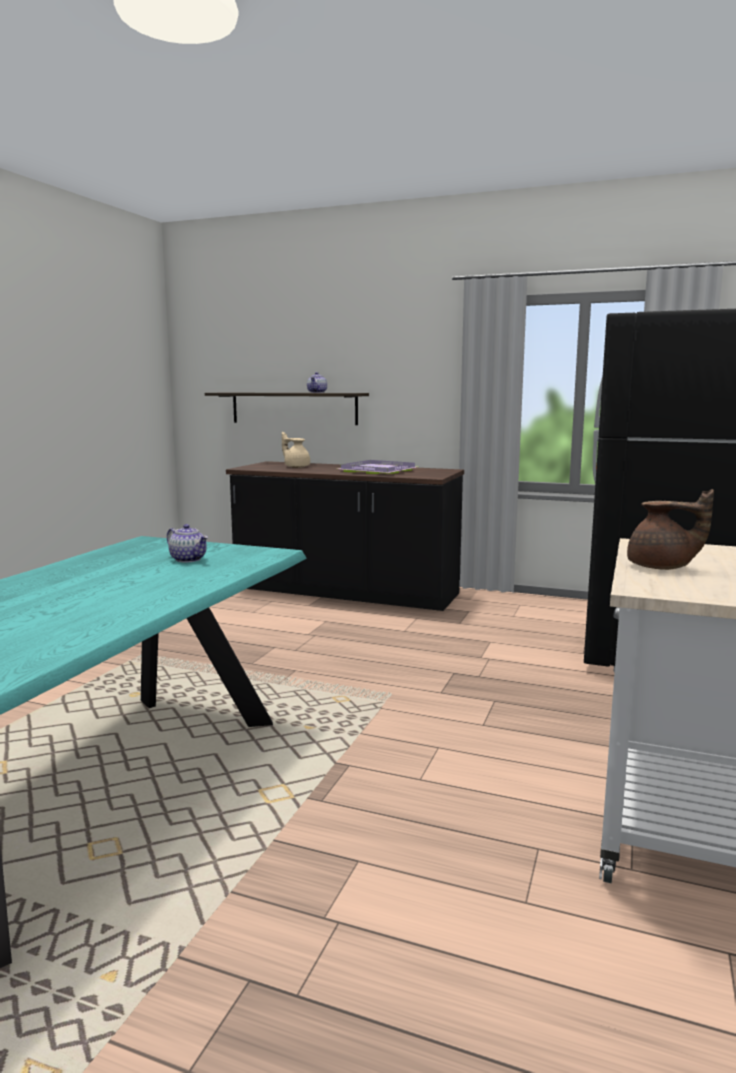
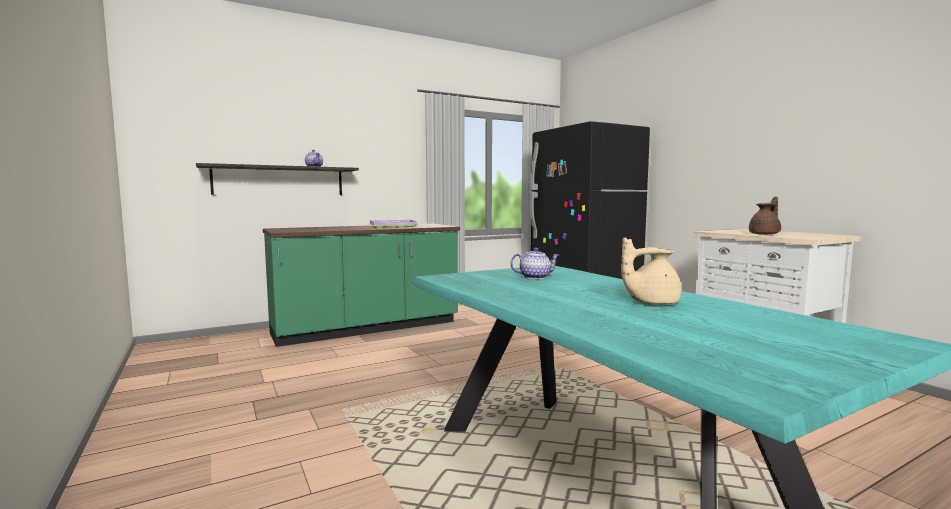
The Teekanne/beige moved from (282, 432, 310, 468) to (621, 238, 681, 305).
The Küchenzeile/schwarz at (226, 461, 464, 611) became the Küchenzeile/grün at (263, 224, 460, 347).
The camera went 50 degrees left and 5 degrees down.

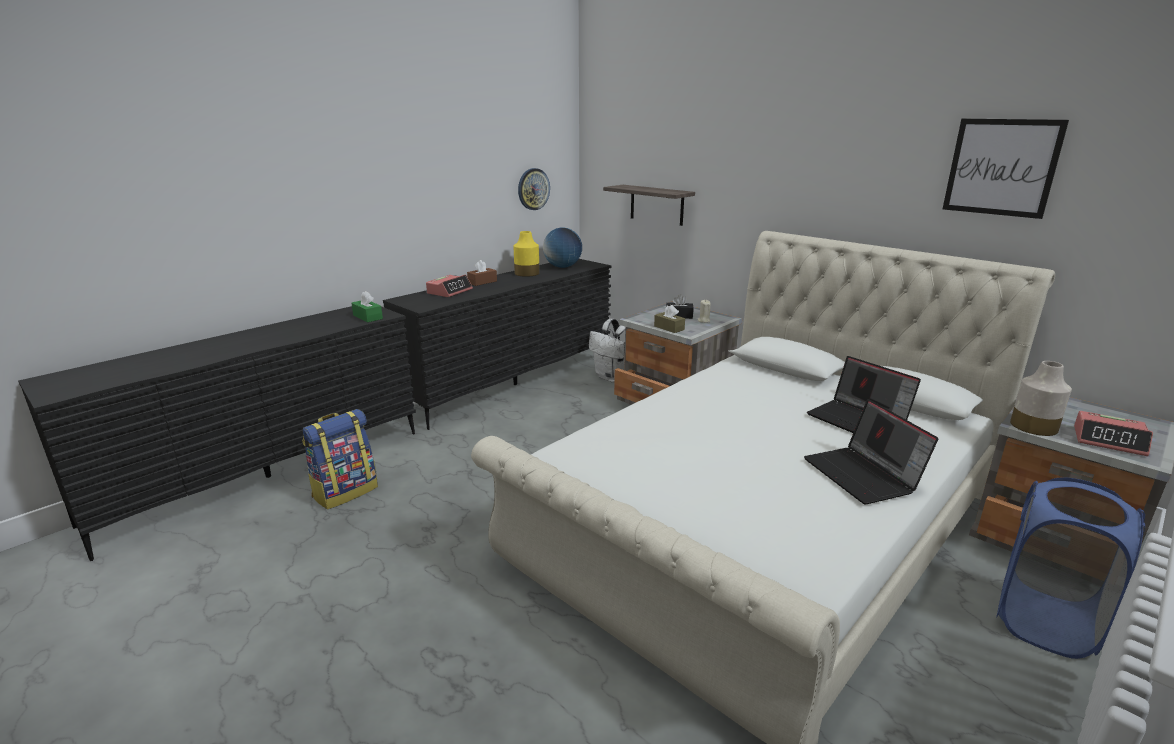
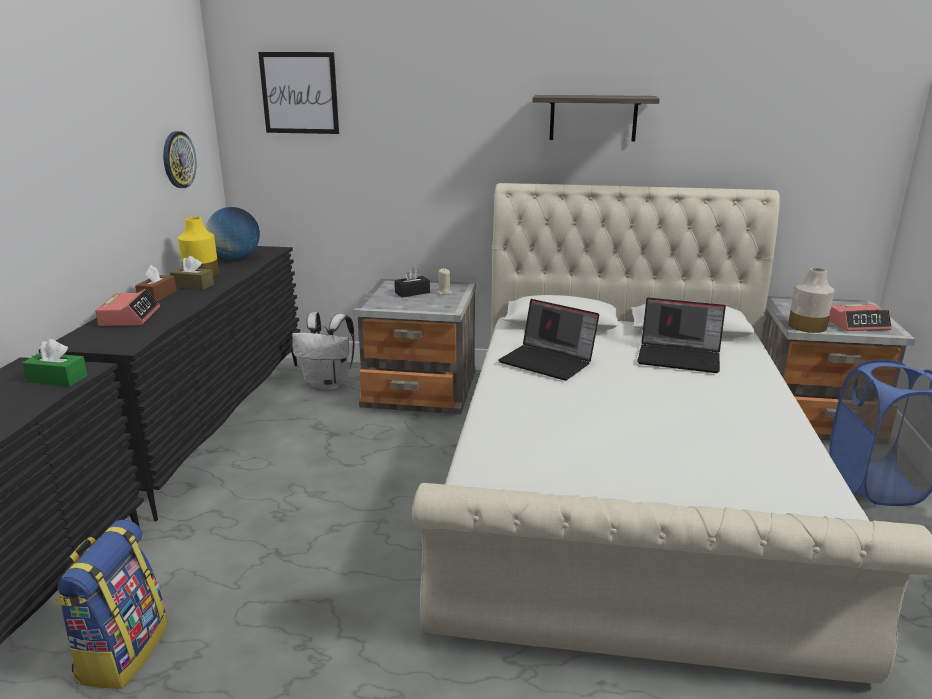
The Wandregal moved from (603, 185, 695, 226) to (532, 95, 660, 141).
The Taschentuchbox/braun moved from (654, 305, 685, 333) to (170, 256, 214, 290).
The Laptop moved from (804, 399, 938, 504) to (498, 299, 599, 380).
The Bild moved from (943, 119, 1069, 219) to (258, 52, 339, 134).
The camera went 35 degrees left and 0 degrees up.

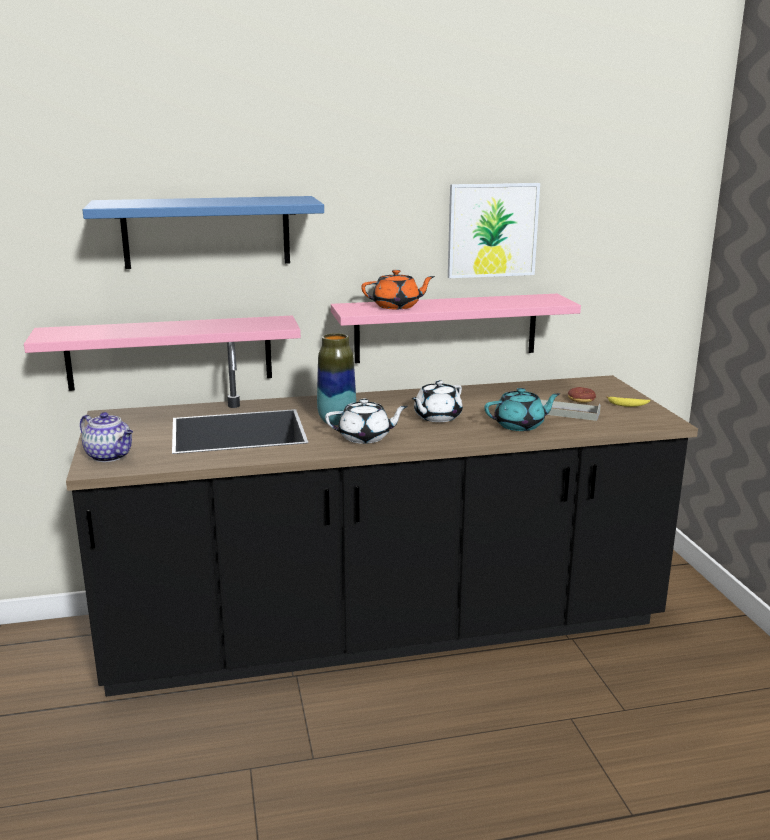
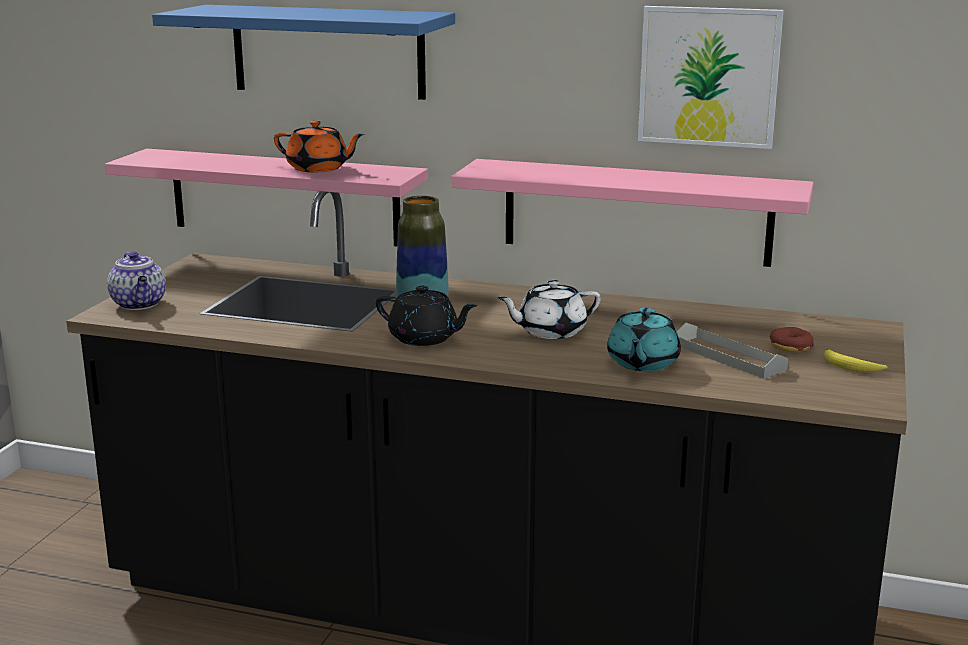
The Teekanne/orange moved from (361, 270, 435, 309) to (274, 120, 364, 172).
The Teekanne/weiß at (325, 399, 408, 444) became the Teekanne/schwarz at (376, 286, 477, 346).
The Teekanne/türkis at (484, 388, 560, 431) turned 90 degrees clockwise.
The camera went 30 degrees right and 0 degrees up.

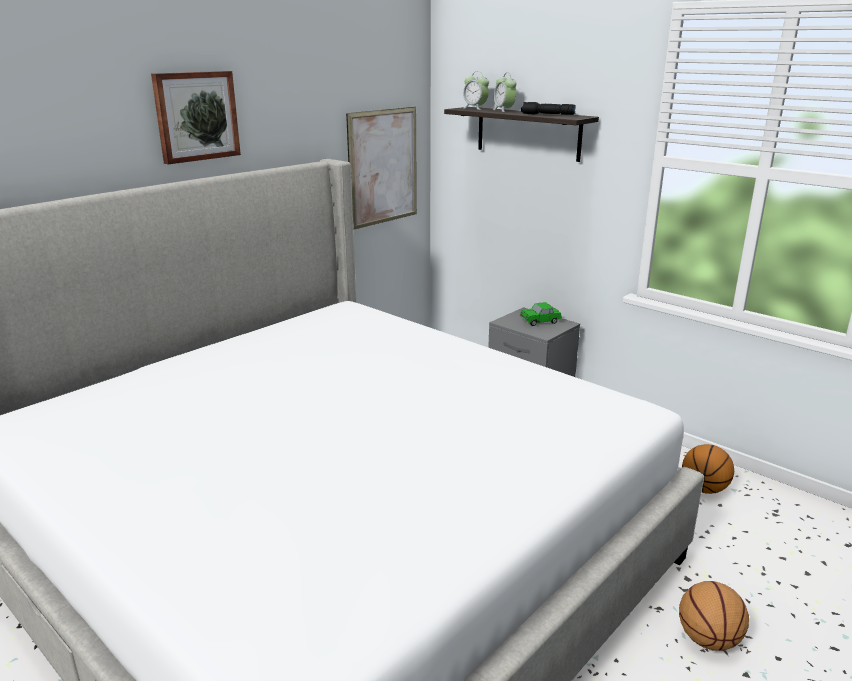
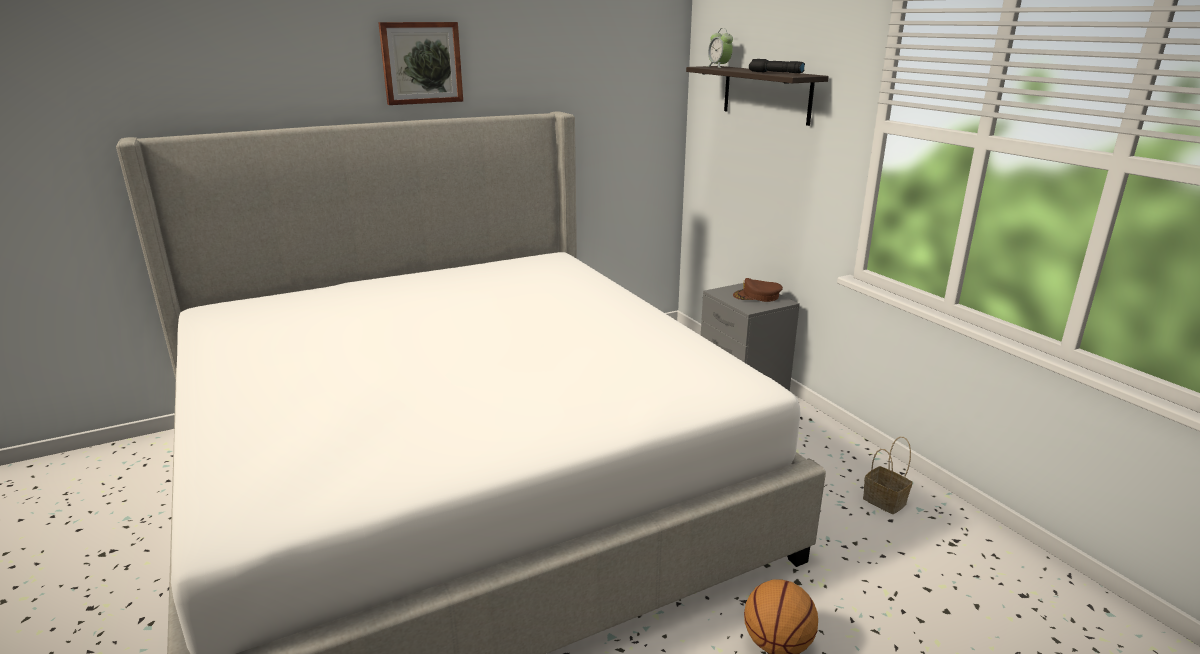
The Bild at (346, 107, 417, 230) disappeared.
The Wecker at (494, 73, 517, 112) disappeared.
The Spielzeugauto at (520, 302, 562, 326) was replaced by the Kappe/braun at (733, 278, 783, 302).
The Basketball at (682, 444, 734, 494) was replaced by the Korb at (863, 437, 912, 514).
The camera went 20 degrees right and 0 degrees up.

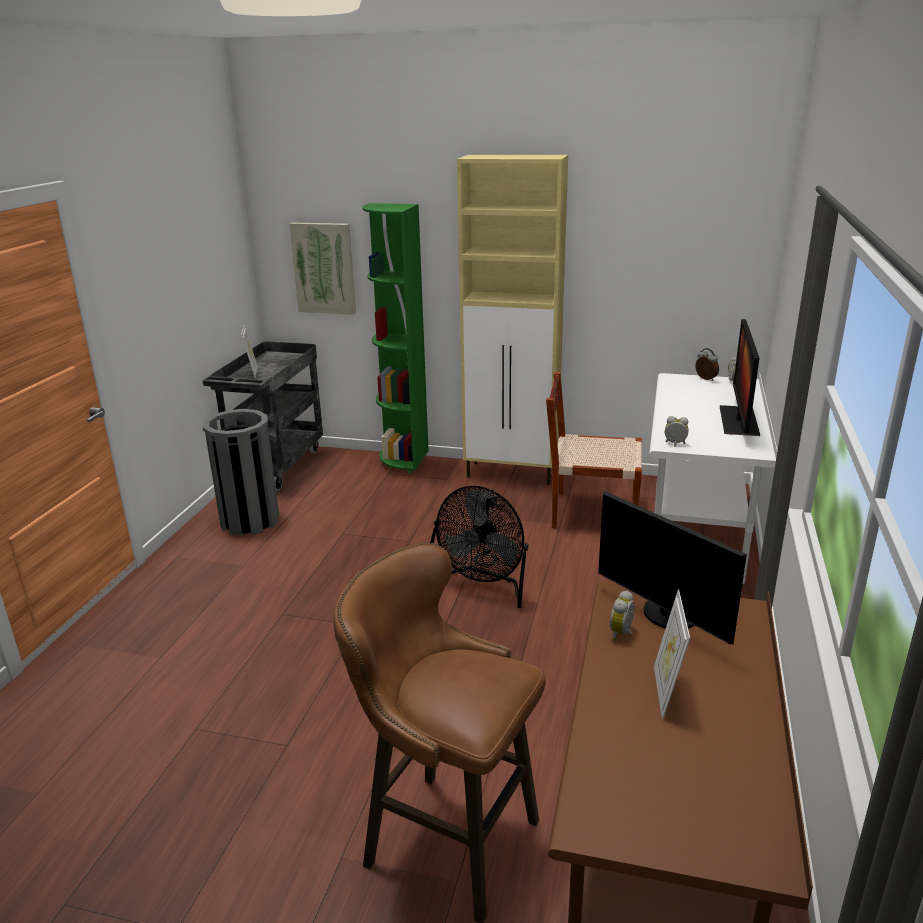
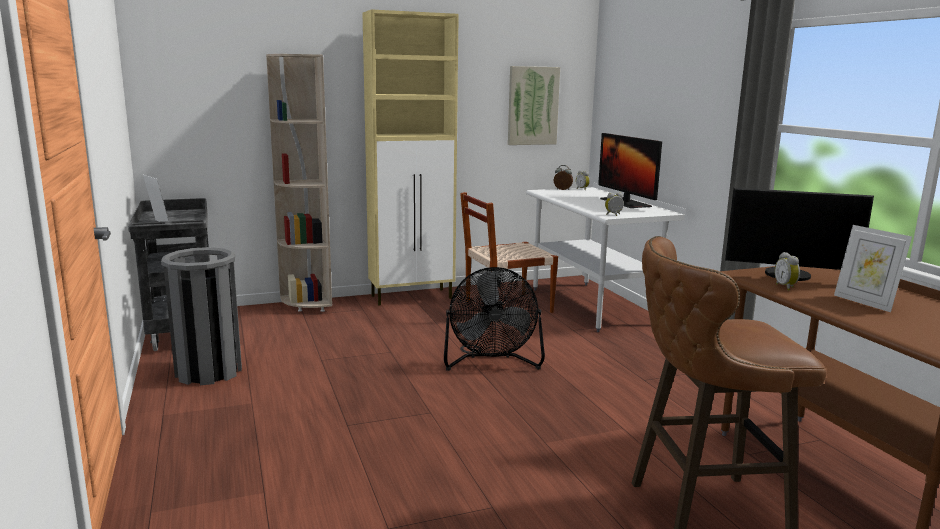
The Bild moved from (289, 223, 356, 315) to (508, 66, 560, 145).
The Bücherregal/grün at (362, 203, 428, 473) became the Bücherregal/beige at (266, 54, 332, 312).
The camera went 35 degrees left and 10 degrees down.

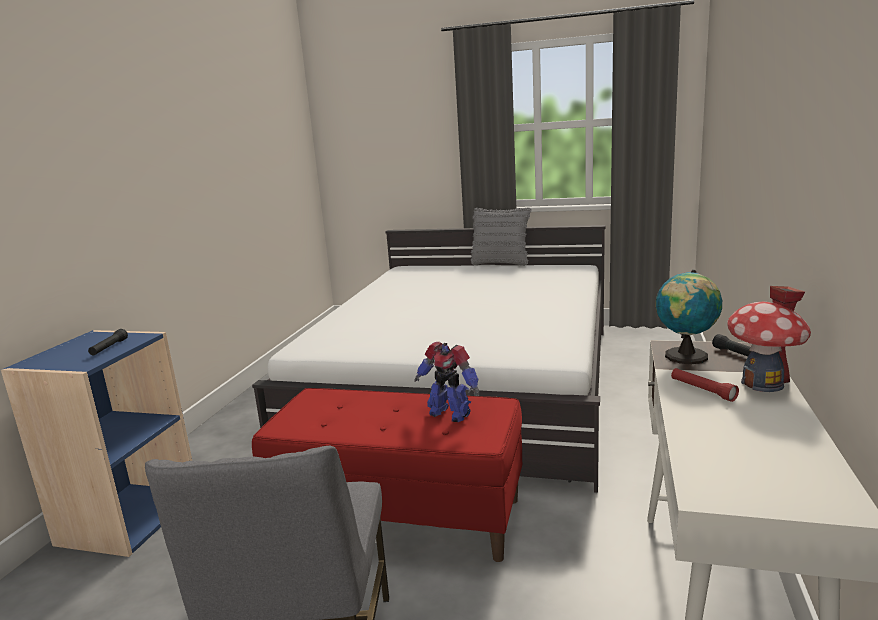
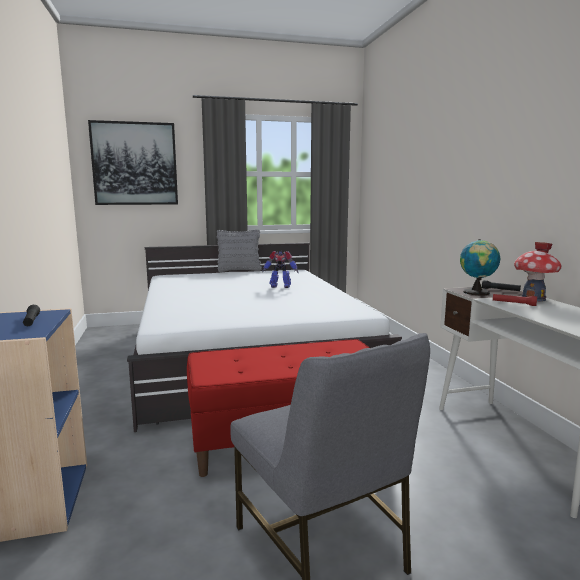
The Bild at (88, 120, 178, 205) appeared.
The Spielzeugroboter moved from (414, 341, 479, 422) to (262, 251, 299, 288).
The camera went 30 degrees left and 5 degrees down.

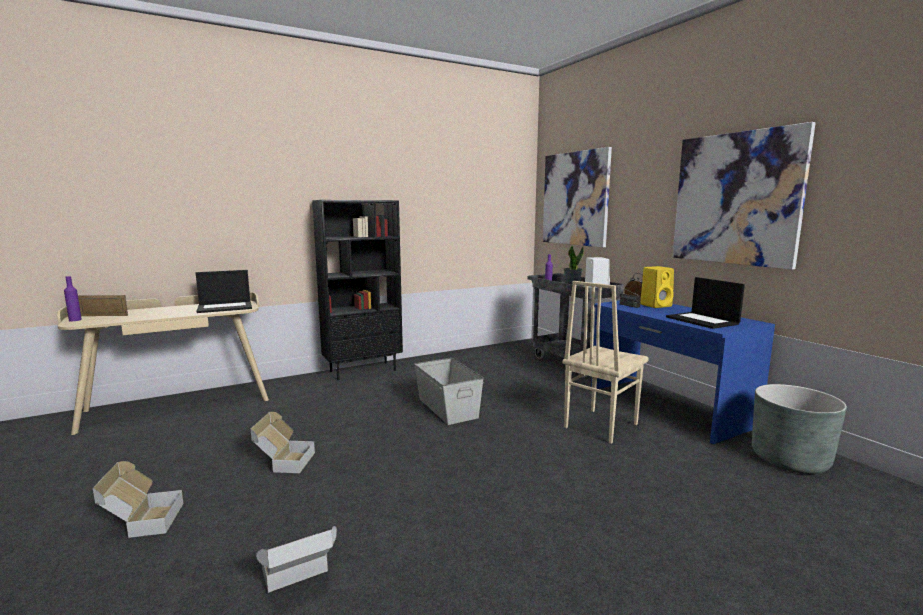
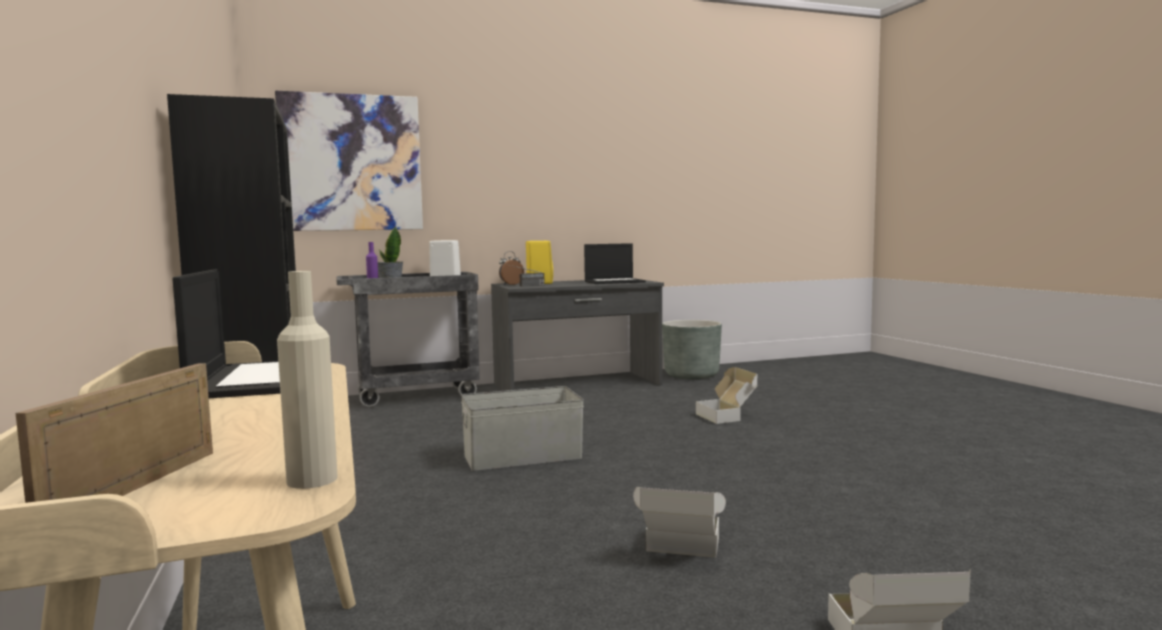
The Flasche/lila at (64, 276, 82, 321) disappeared.
The Stuhl/beige at (563, 281, 649, 444) disappeared.
The Bild at (673, 122, 816, 270) disappeared.
The Flasche/beige at (277, 271, 338, 489) appeared.
The Karton moved from (256, 526, 337, 593) to (696, 367, 757, 424).
The Schreibtisch/blau at (591, 301, 775, 444) became the Schreibtisch/grau at (491, 280, 664, 391).
The camera went 80 degrees left and 5 degrees down.

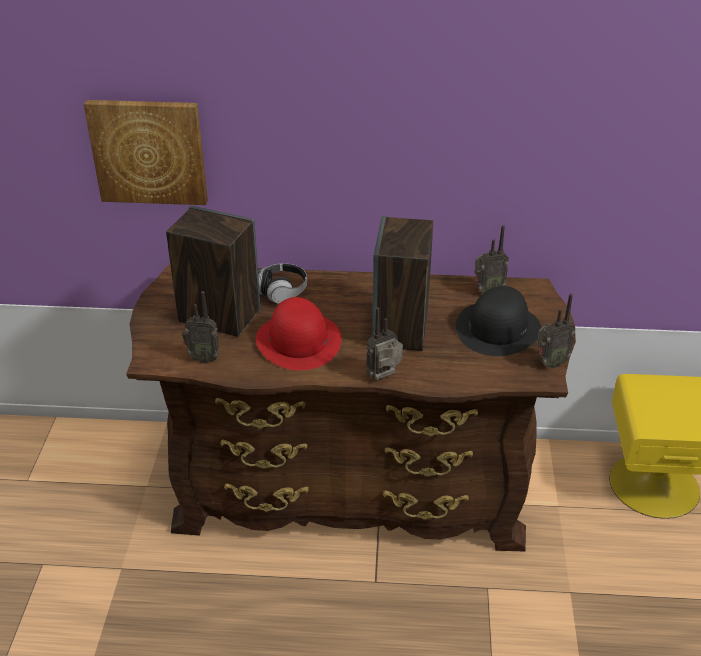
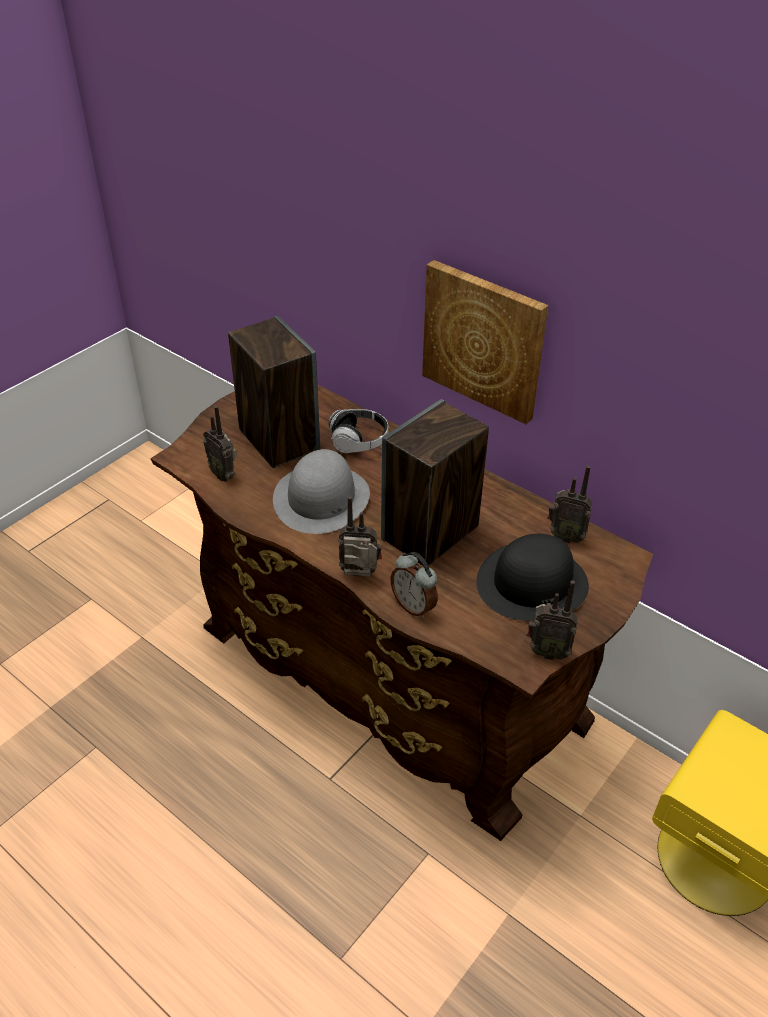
The Wecker at (391, 552, 438, 618) appeared.
The Bild moved from (84, 100, 208, 205) to (422, 260, 548, 424).
The Hut/rot at (256, 297, 342, 370) became the Hut/grau at (273, 449, 370, 534).
The camera went 35 degrees right and 5 degrees up.

